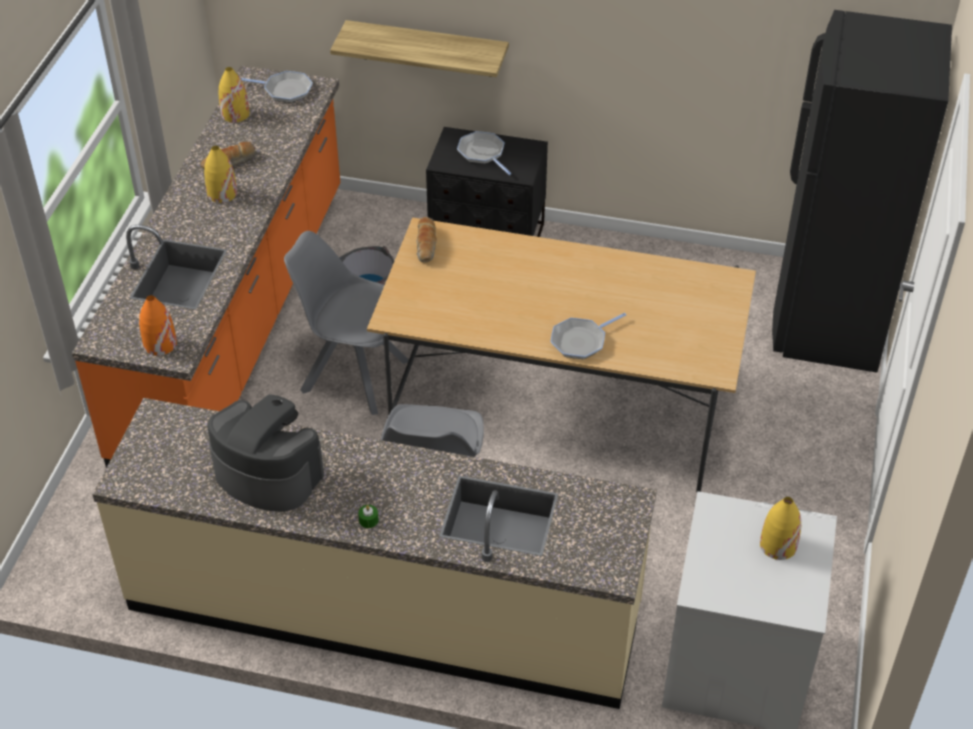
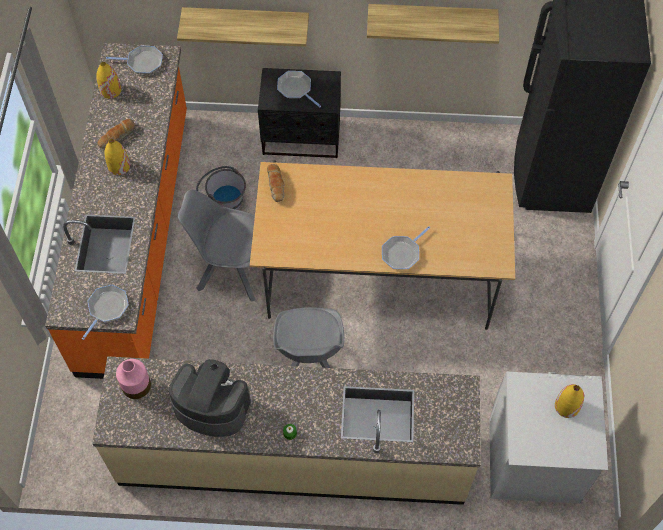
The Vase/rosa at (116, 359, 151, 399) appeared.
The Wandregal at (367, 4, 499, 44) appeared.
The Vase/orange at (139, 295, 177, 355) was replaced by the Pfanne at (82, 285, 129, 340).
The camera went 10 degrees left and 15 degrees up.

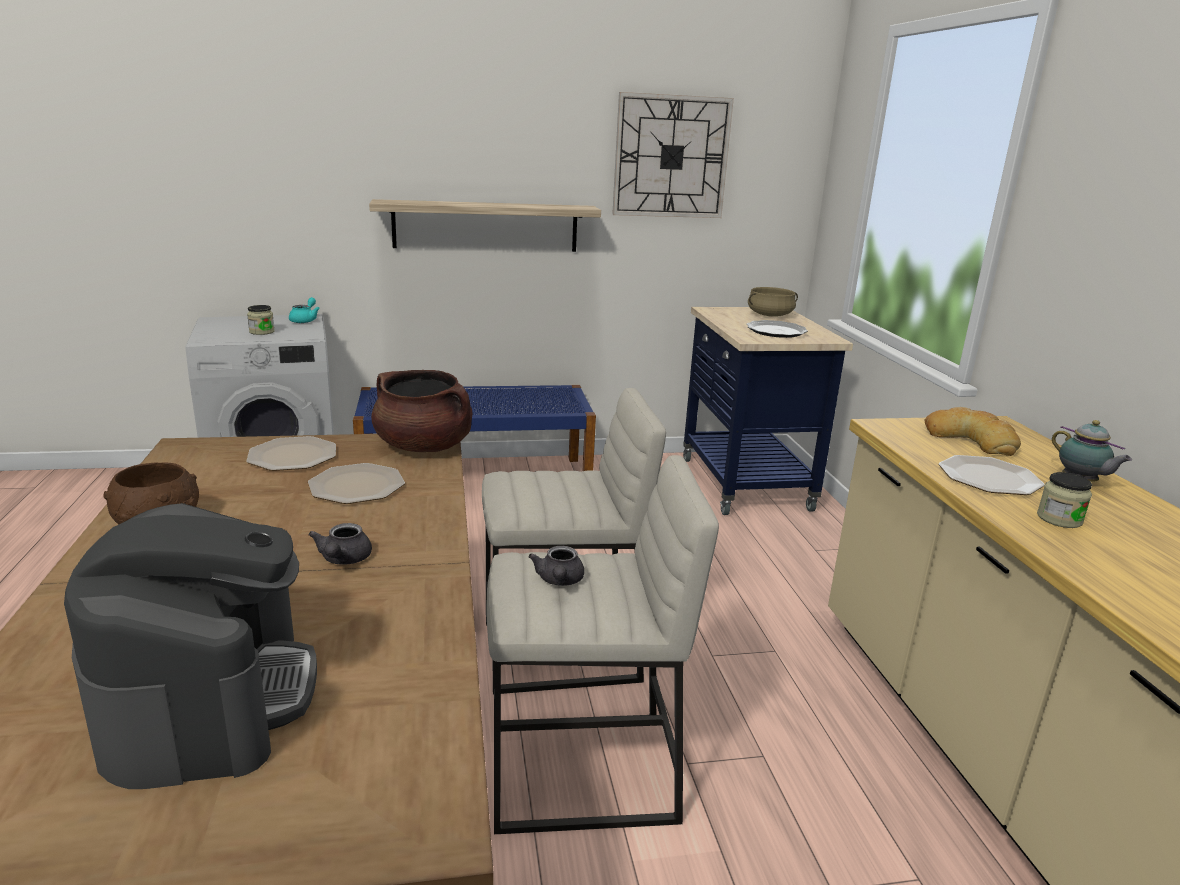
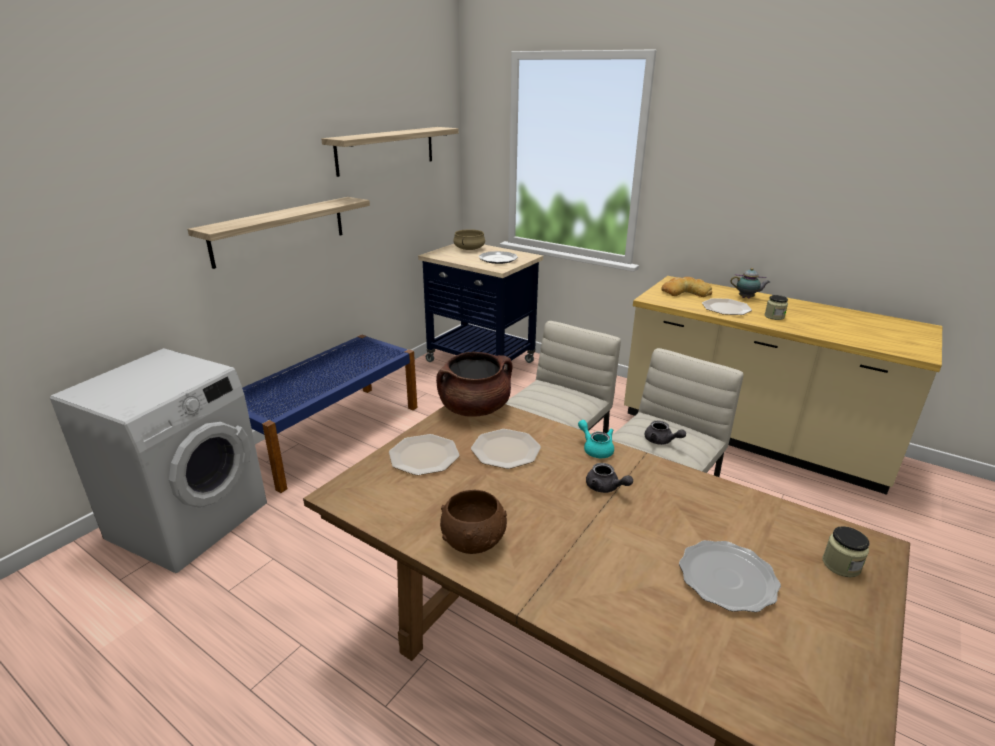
The Vorratsglas moved from (247, 305, 275, 335) to (823, 526, 870, 577).
The Teekanne/türkis moved from (289, 297, 320, 323) to (578, 420, 614, 458).
The Kaffeemaschine at (64, 503, 317, 789) was replaced by the Teller at (679, 540, 781, 612).
The Wanduhr at (612, 92, 734, 218) was replaced by the Wandregal at (321, 127, 459, 177).
The camera went 45 degrees left and 5 degrees up.

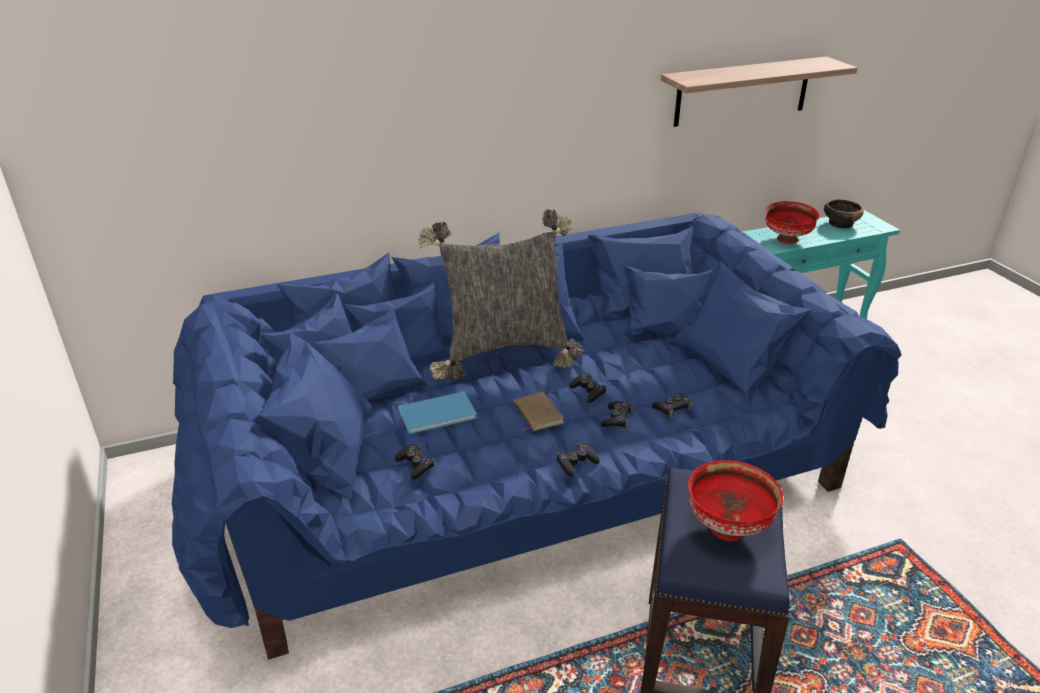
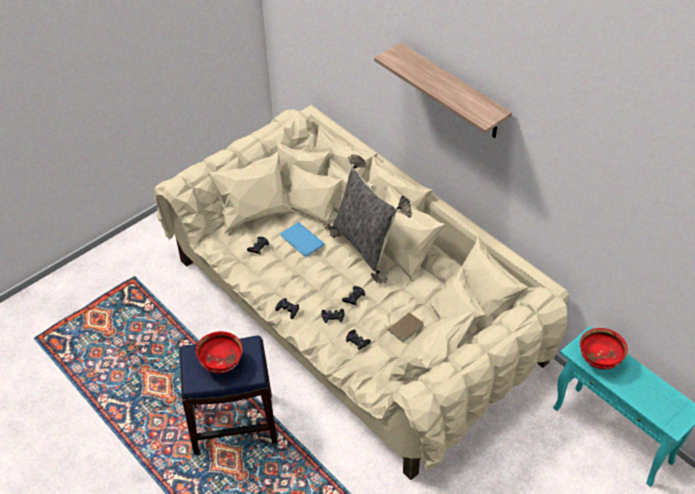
The Schüssel at (824, 199, 864, 228) disappeared.
The Buch/braun moved from (514, 392, 564, 431) to (384, 312, 424, 342).
The Wandregal moved from (661, 57, 858, 127) to (374, 42, 512, 138).
The Sofa/blau at (172, 212, 902, 660) became the Sofa/beige at (154, 105, 569, 480).
The camera went 70 degrees right and 15 degrees up.

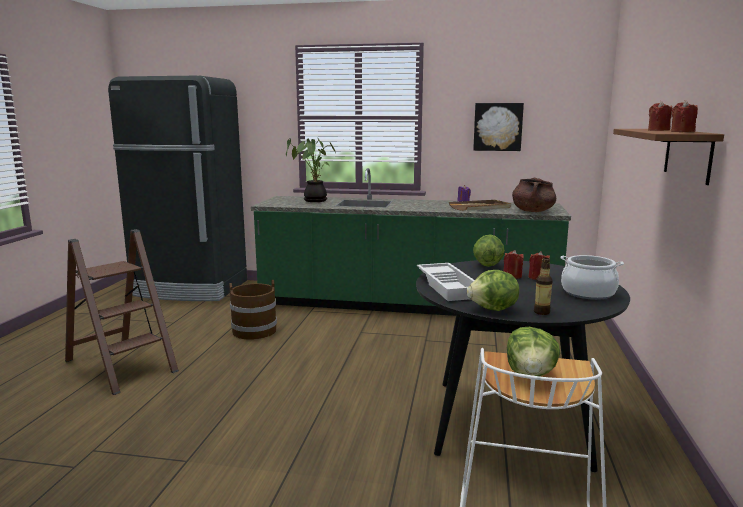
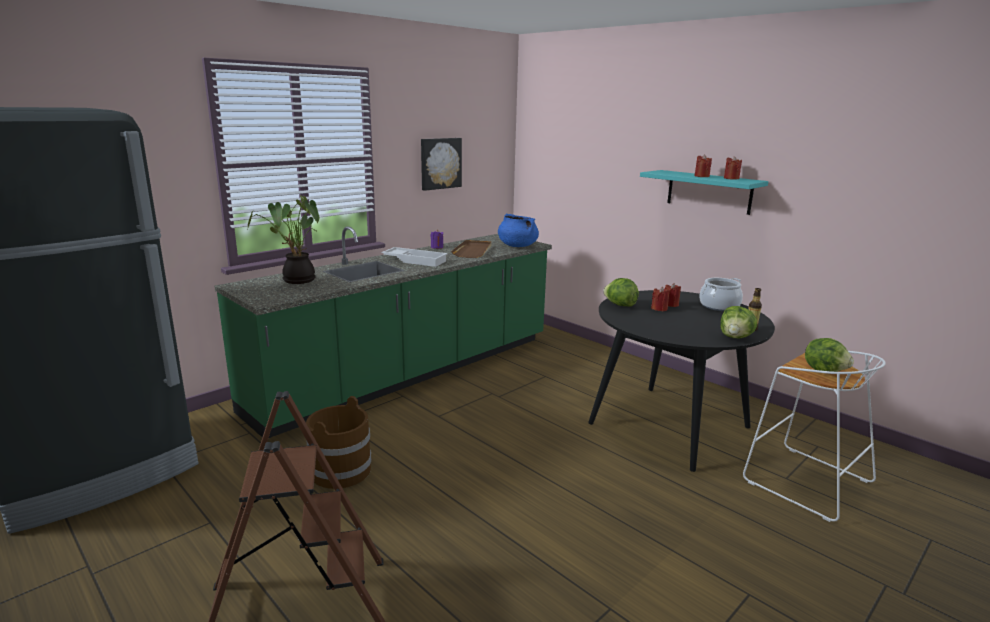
The Tablett/weiß moved from (417, 263, 475, 301) to (382, 247, 448, 267).
The Kochtopf/braun at (512, 178, 556, 212) became the Kochtopf/blau at (498, 214, 539, 247).
The Wandregal/braun at (613, 129, 724, 185) became the Wandregal/türkis at (640, 170, 769, 215).
The camera went 55 degrees left and 5 degrees up.

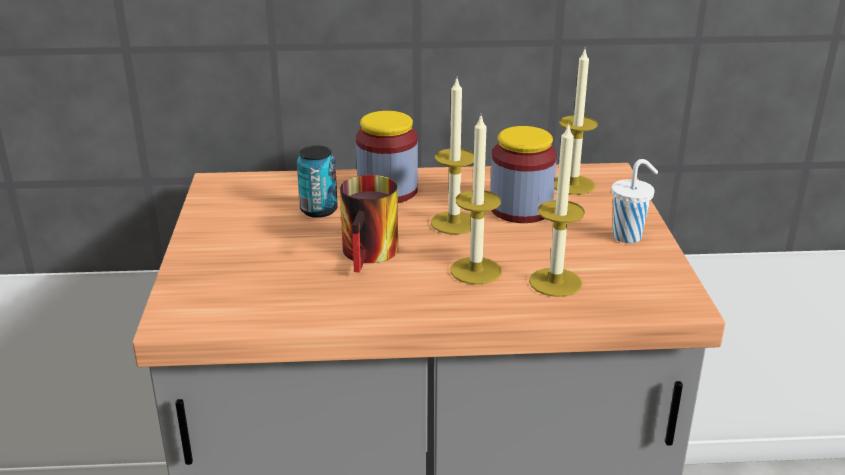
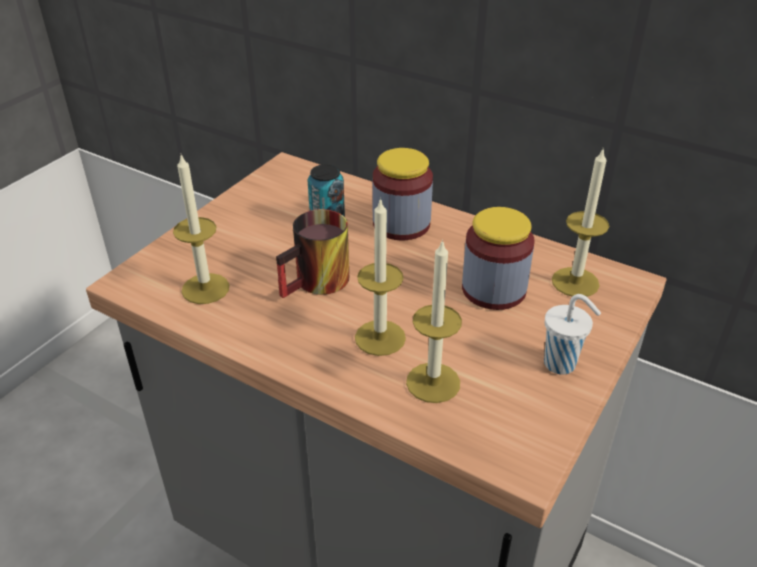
The Kerze moved from (431, 79, 474, 234) to (173, 153, 229, 304).
The camera went 35 degrees right and 10 degrees up.

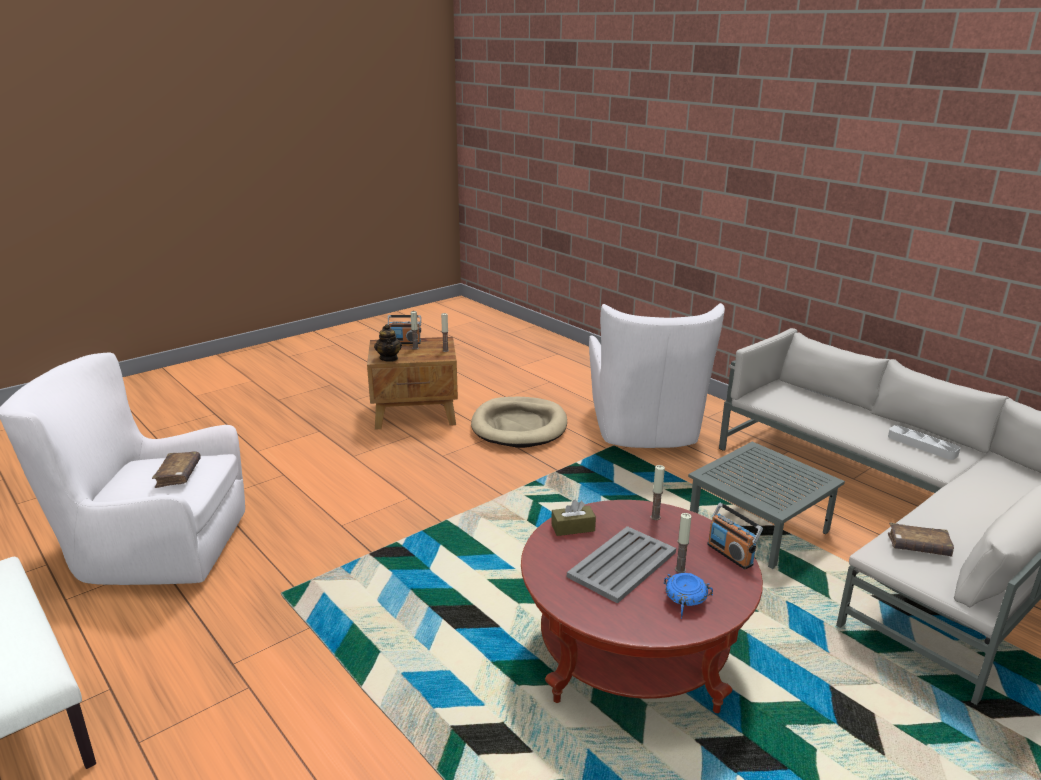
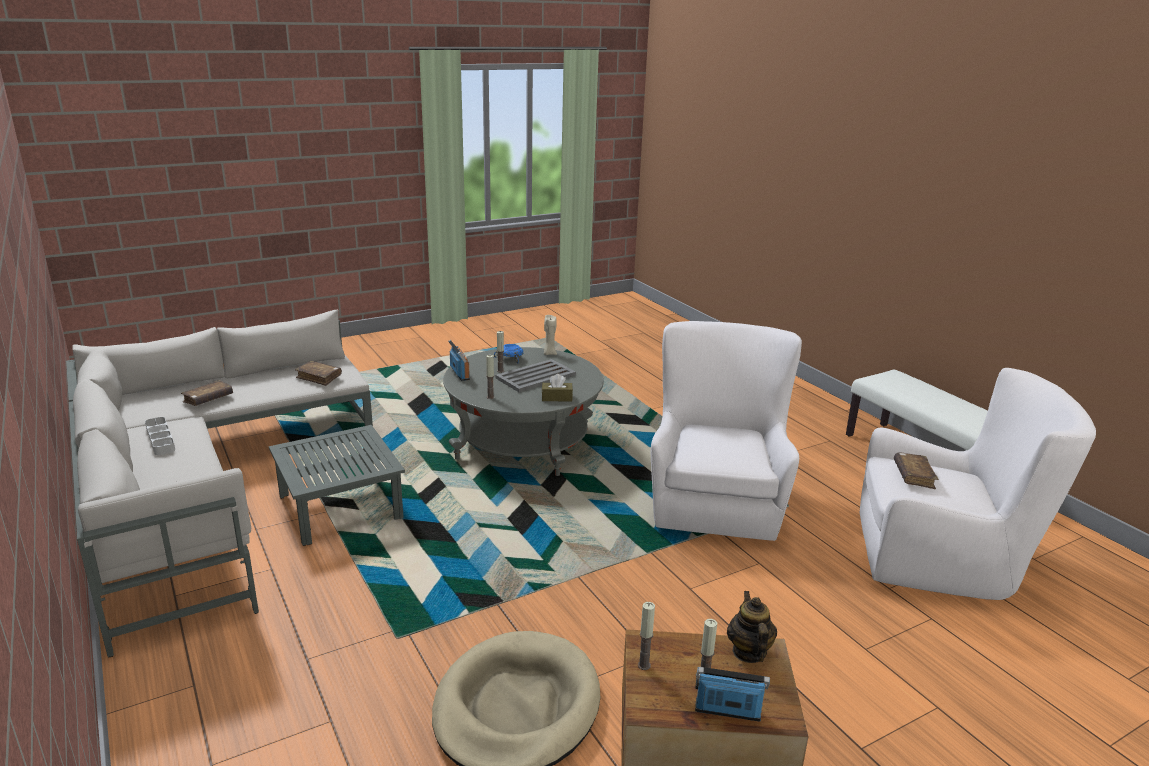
The Buch/braun at (181, 380, 233, 406) appeared.
The Kerze/beige at (544, 315, 557, 355) appeared.
The Sessel/weiß moved from (589, 303, 725, 448) to (651, 321, 802, 541).
The Couchtisch/rot at (521, 500, 763, 713) became the Couchtisch/grau at (443, 347, 604, 476).
The camera went 170 degrees left and 0 degrees up.

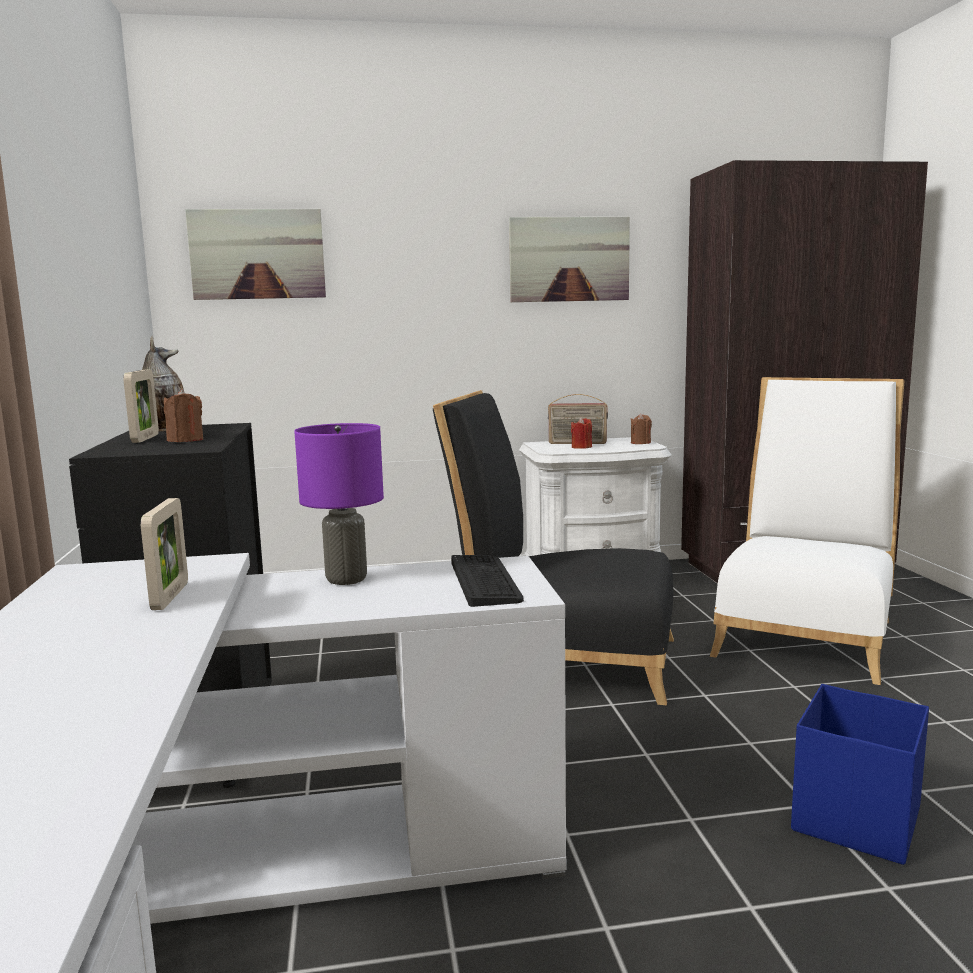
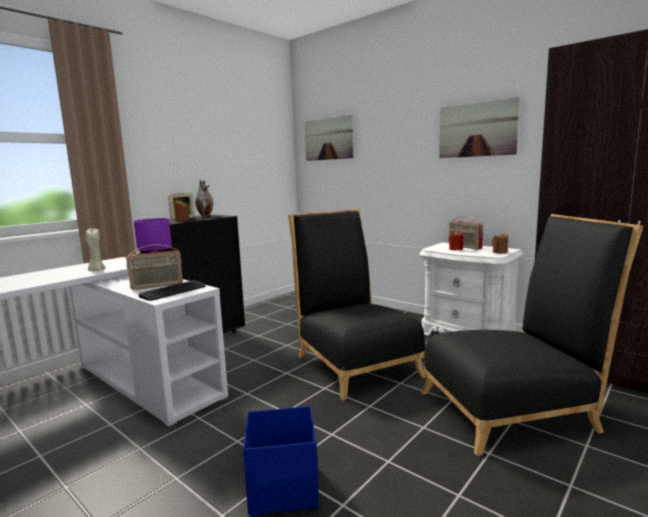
The Radio at (126, 244, 183, 290) appeared.
The Bilderrahmen at (141, 498, 188, 610) was replaced by the Kerze/beige at (85, 228, 105, 271).
The Stuhl/weiß at (710, 377, 904, 685) became the Stuhl/schwarz at (421, 214, 643, 456).
The camera went 50 degrees right and 0 degrees up.

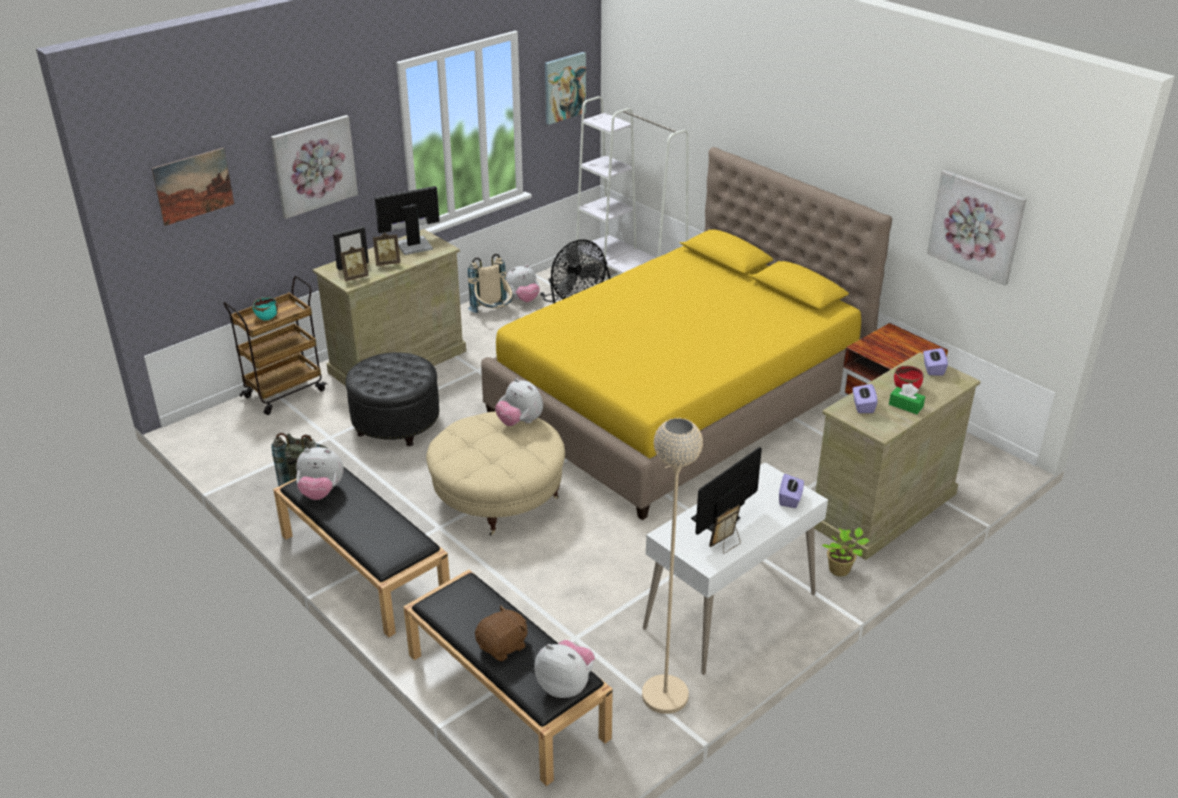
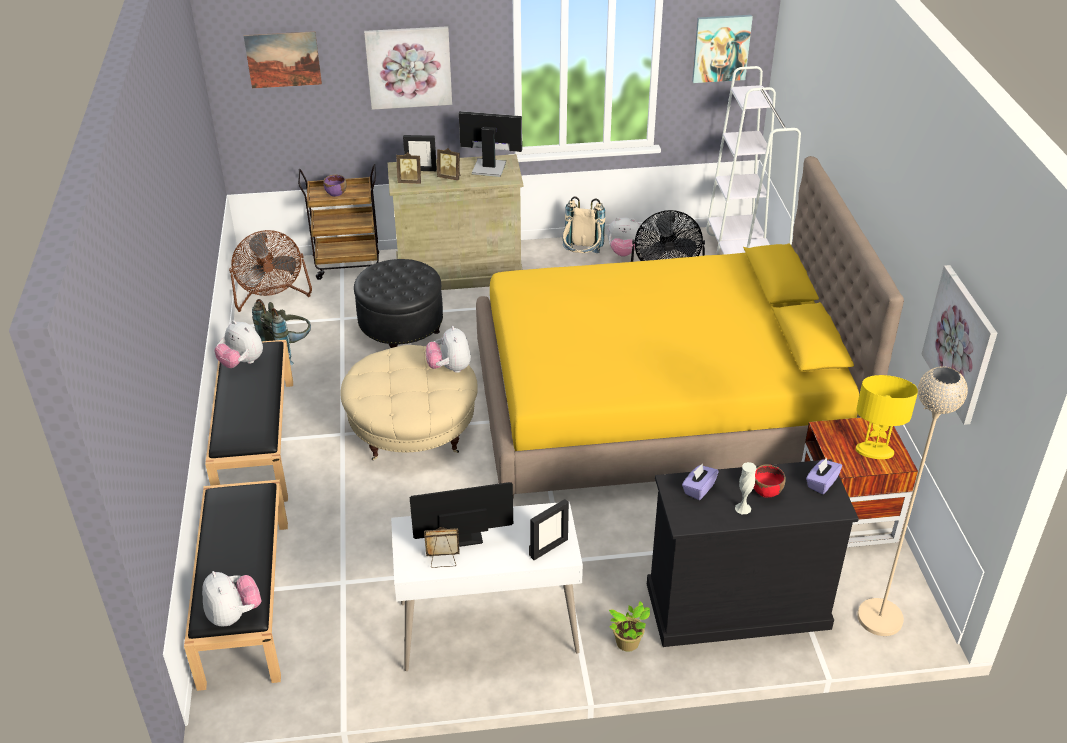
The Plüschtier/braun at (475, 605, 528, 661) disappeared.
The Ventilator/braun at (229, 230, 312, 312) appeared.
The Tischlampe/gelb at (856, 375, 918, 459) appeared.
The Stehlampe/beige moved from (642, 418, 703, 714) to (857, 366, 968, 636).
The Taschentuchbox/lila at (779, 474, 804, 508) was replaced by the Bilderrahmen at (529, 499, 569, 560).
The Taschentuchbox/grün at (889, 383, 925, 414) was replaced by the Vase/weiß at (735, 462, 757, 514).
The Schüssel/türkis at (253, 297, 278, 320) became the Schüssel/lila at (323, 174, 347, 197).
The Kommode/beige at (814, 352, 981, 560) became the Kommode/schwarz at (647, 459, 859, 647).
The camera went 35 degrees right and 5 degrees up.

